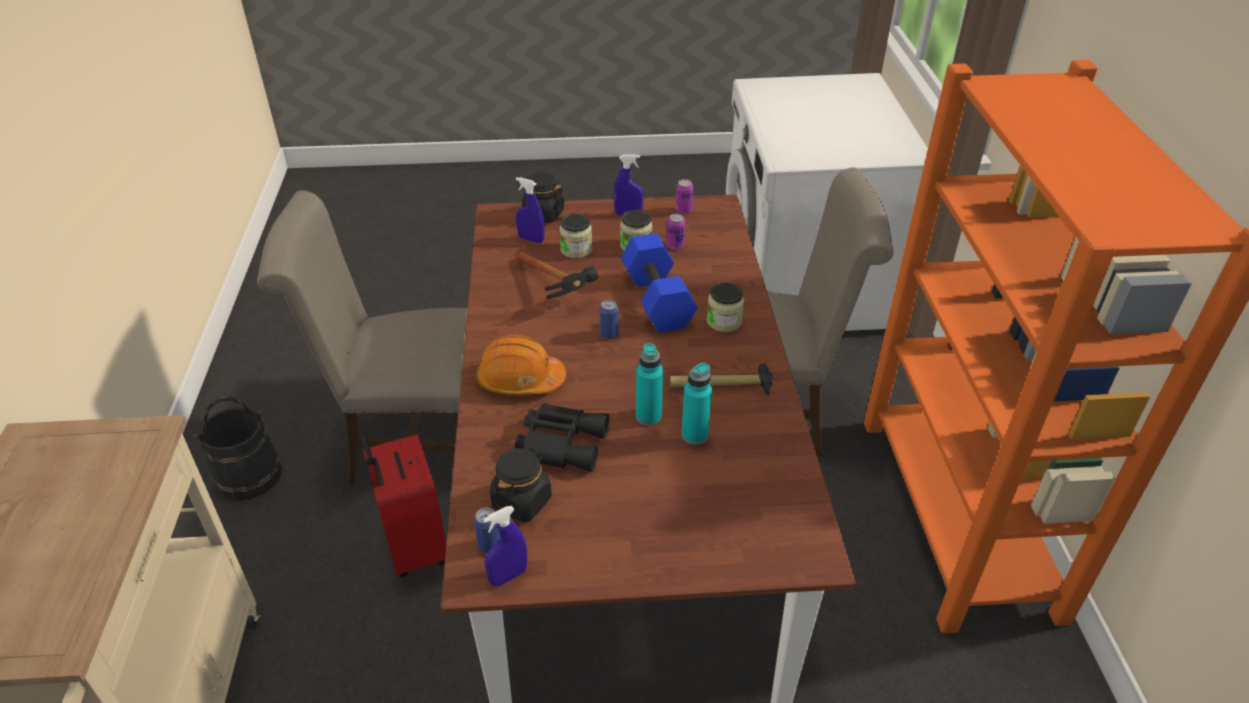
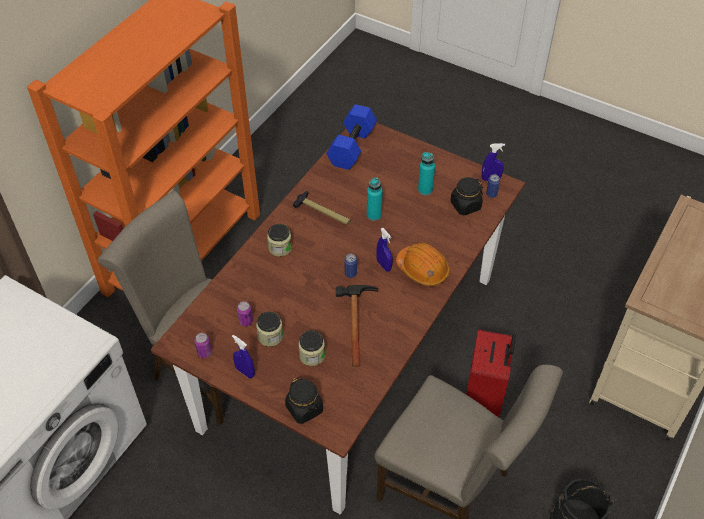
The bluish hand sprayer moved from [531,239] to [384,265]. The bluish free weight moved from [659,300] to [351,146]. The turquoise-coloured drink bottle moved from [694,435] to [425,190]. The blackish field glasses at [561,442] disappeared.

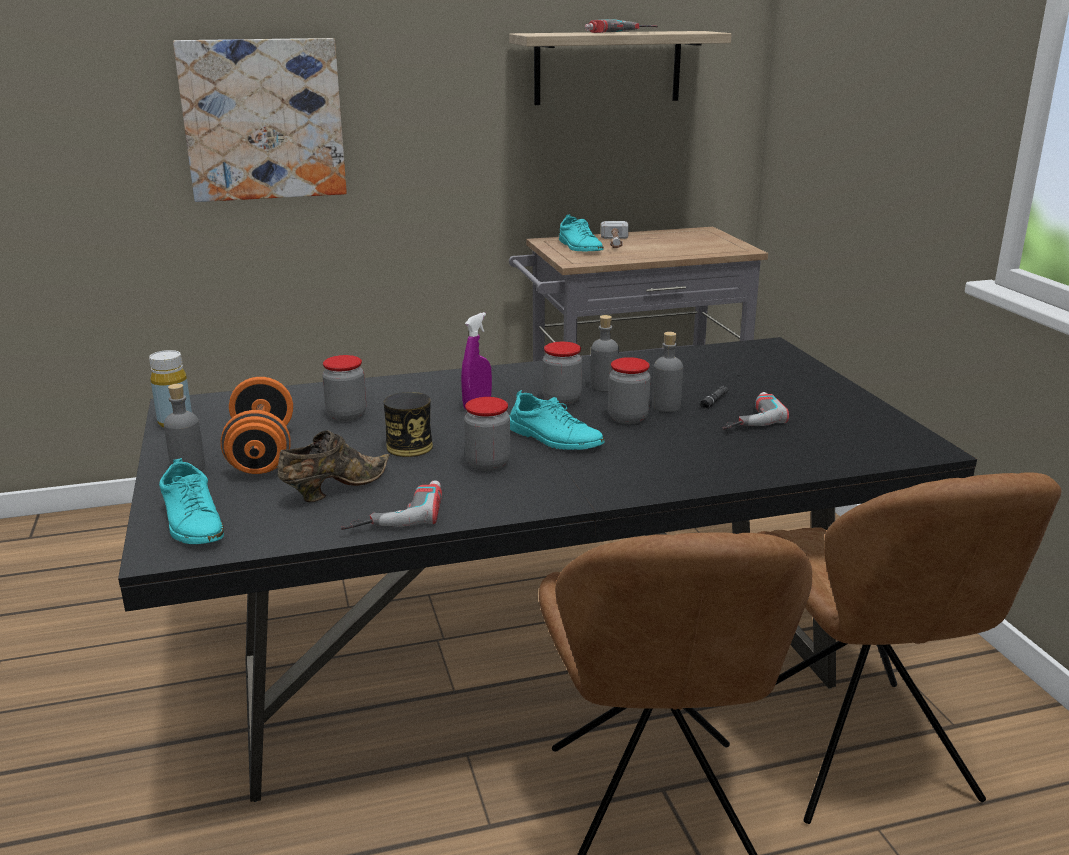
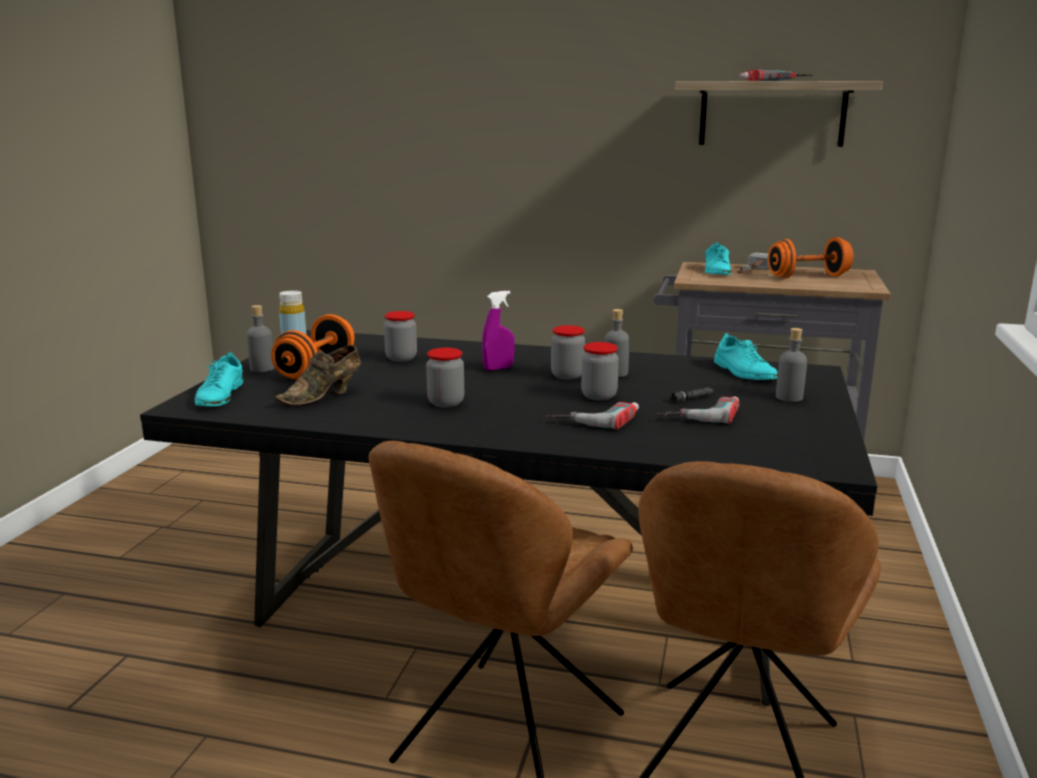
The wall picture at [263,120] disappeared. The grey drink bottle moved from [666,407] to [789,397]. The turquoise-coloured low shoe moved from [554,438] to [744,372]. The can at [409,447] disappeared. The brownish low shoe at [333,489] turned 150 degrees clockwise. The electric drill moved from [395,512] to [594,418]. The orangey free weight at [808,277] appeared.

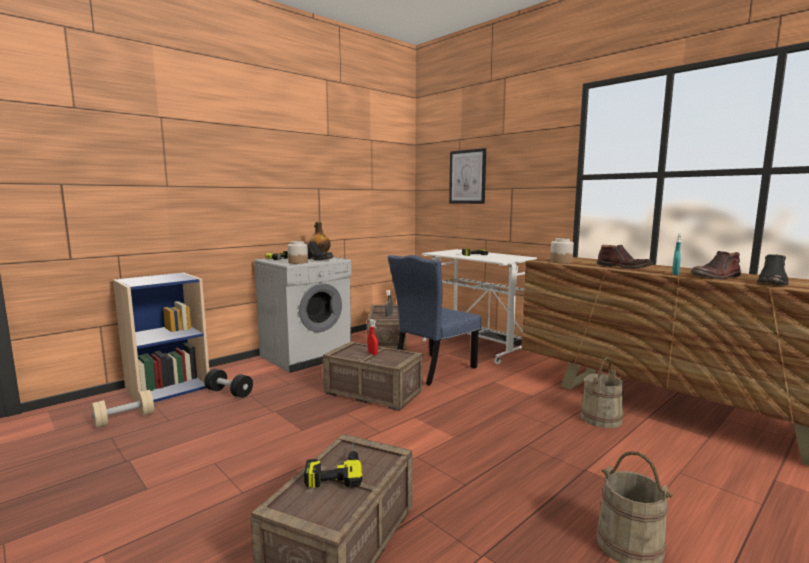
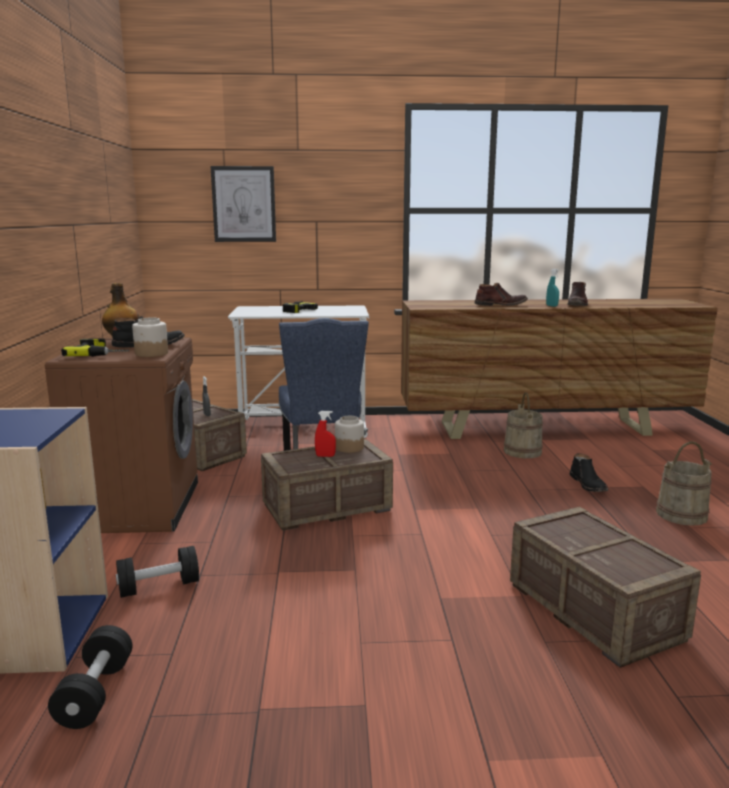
The storage jar moved from [561,262] to [349,448]. The blackish tall boot moved from [772,282] to [588,485]. The white-coloured laundry appliance at [307,356] became the brownish laundry appliance at [141,506]. The beige free weight at [124,419] became the blackish free weight at [95,693]. The electric drill at [334,469] disappeared.

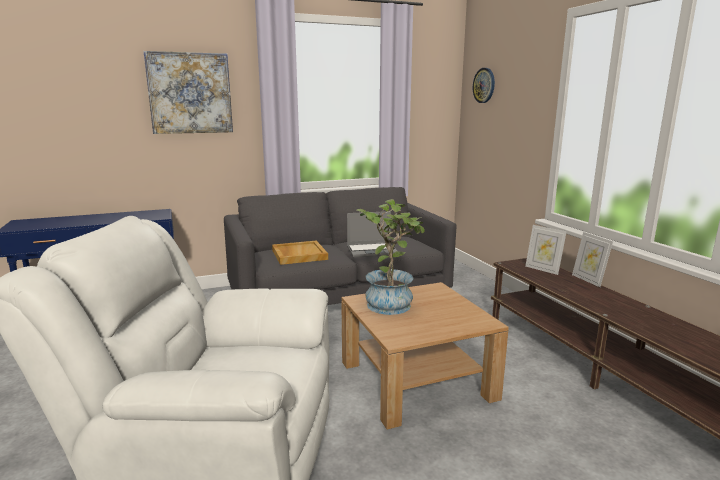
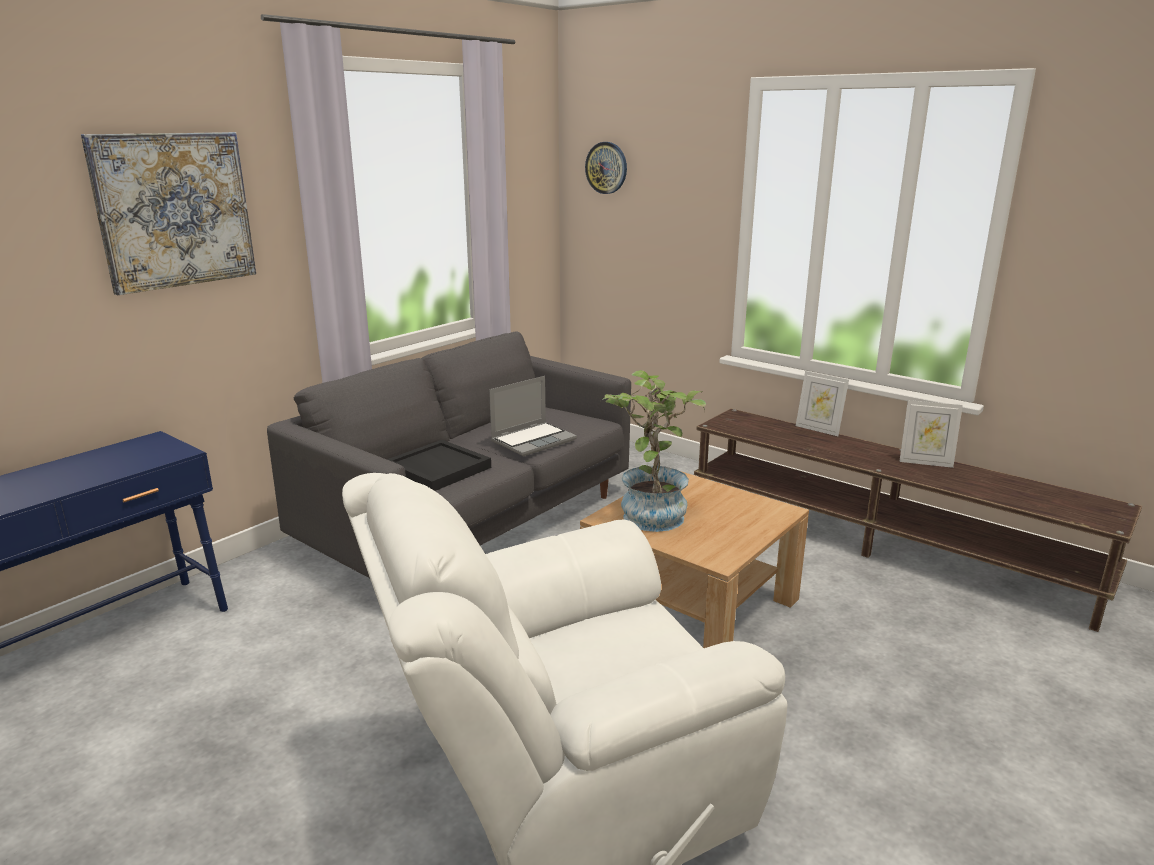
The photo frame moved from [543,269] to [925,462]. The beige serving tray at [298,255] became the blackish serving tray at [436,469].

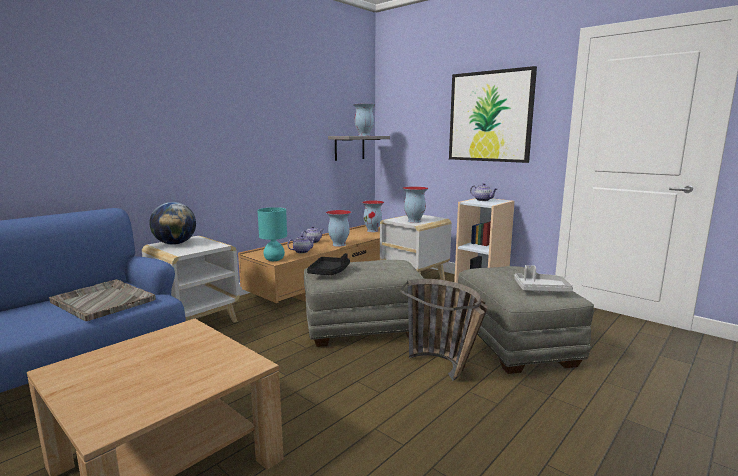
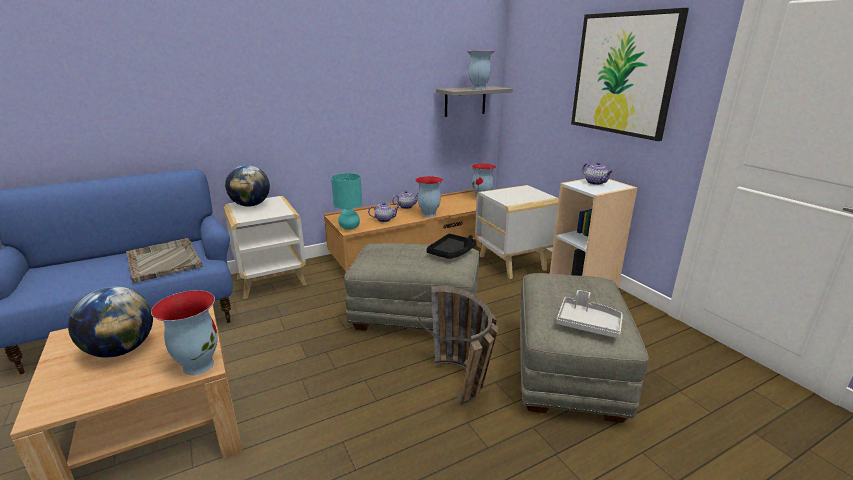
The flower vase moved from [414,221] to [198,365]. The blackish serving tray moved from [329,272] to [452,252]. The world globe at [121,350] appeared.

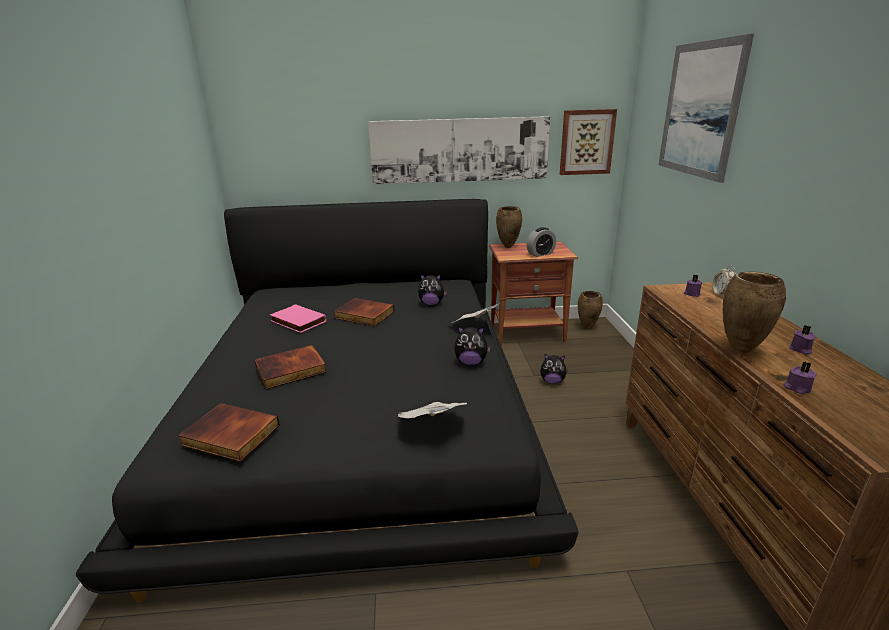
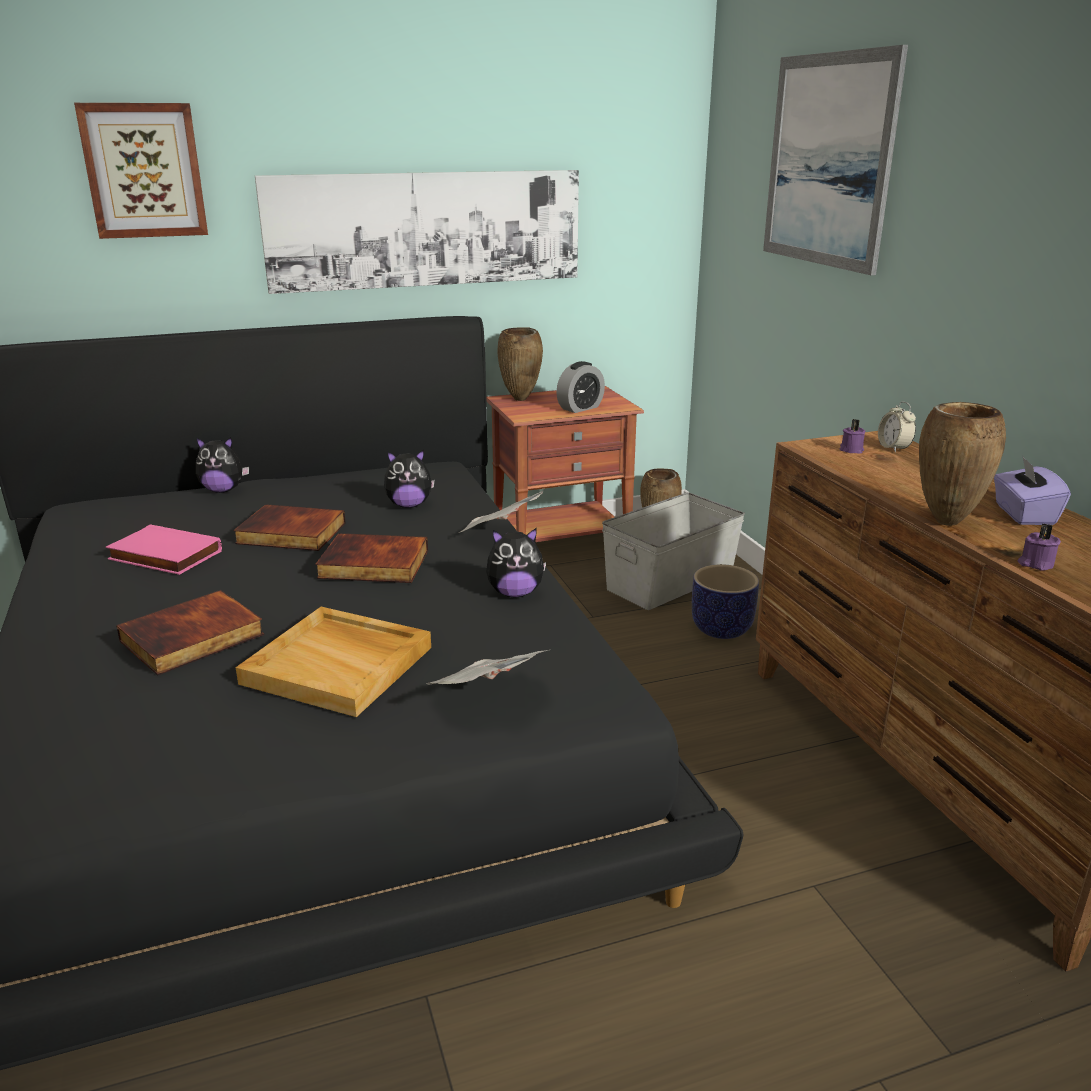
The wall picture moved from [586,142] to [144,171]. The purple-coloured wax candle at [800,350] was replaced by the purple-coloured tissue holder at [1023,514]. The soft toy moved from [552,381] to [223,490]. The book moved from [229,436] to [372,565]. The grey storage bin at [671,581] appeared. The flower pot at [722,629] appeared. The beige serving tray at [340,665] appeared.

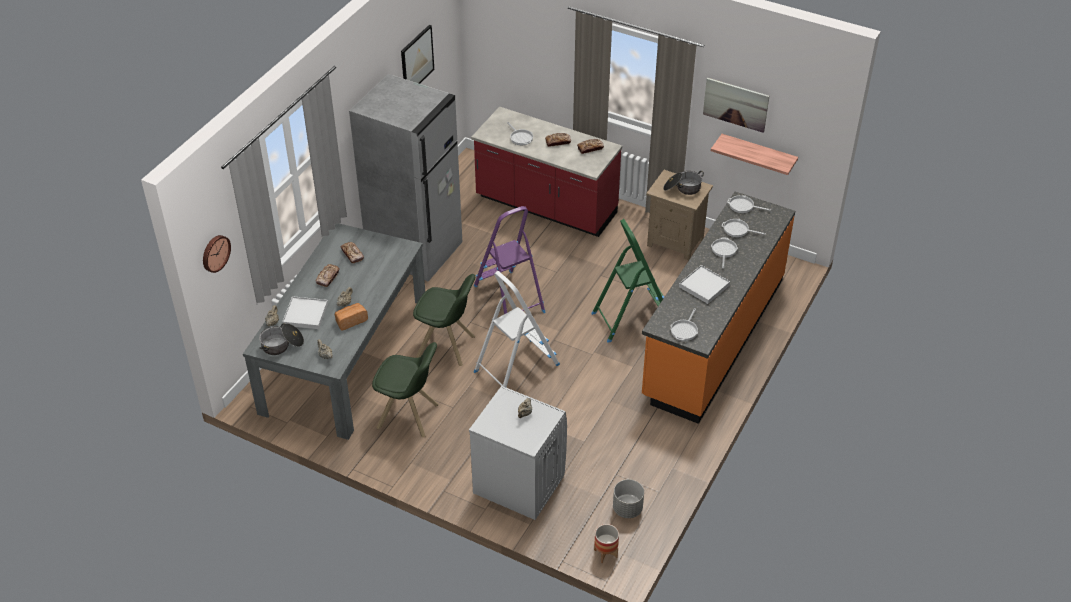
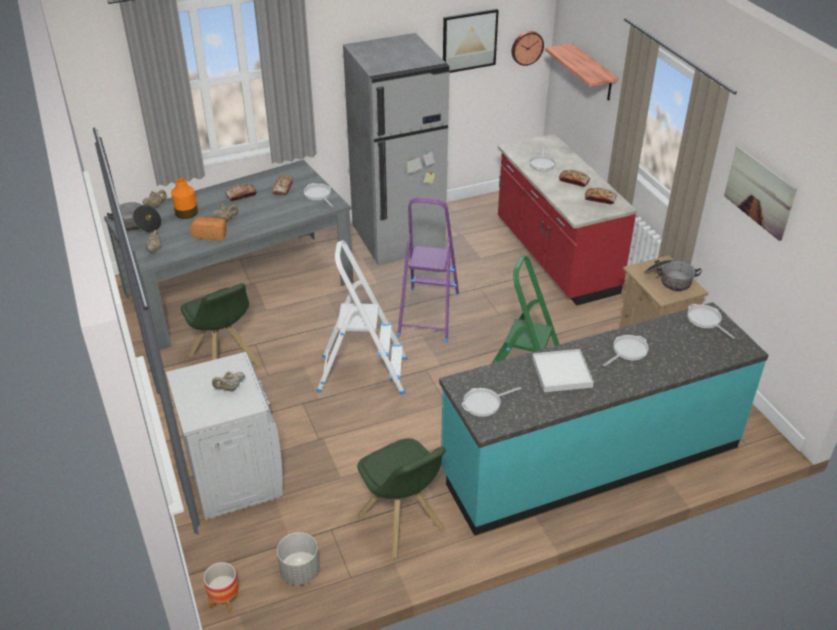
The shelf moved from [758,155] to [593,73]. The orangey kitchen counter at [713,337] became the turquoise-coloured kitchen counter at [590,459]. The frying pan moved from [737,230] to [318,195]. The wall clock moved from [215,253] to [526,47]. The greenish upright chair moved from [446,346] to [402,523]. The white-coloured serving tray at [305,314] was replaced by the orangey flower vase at [186,212].

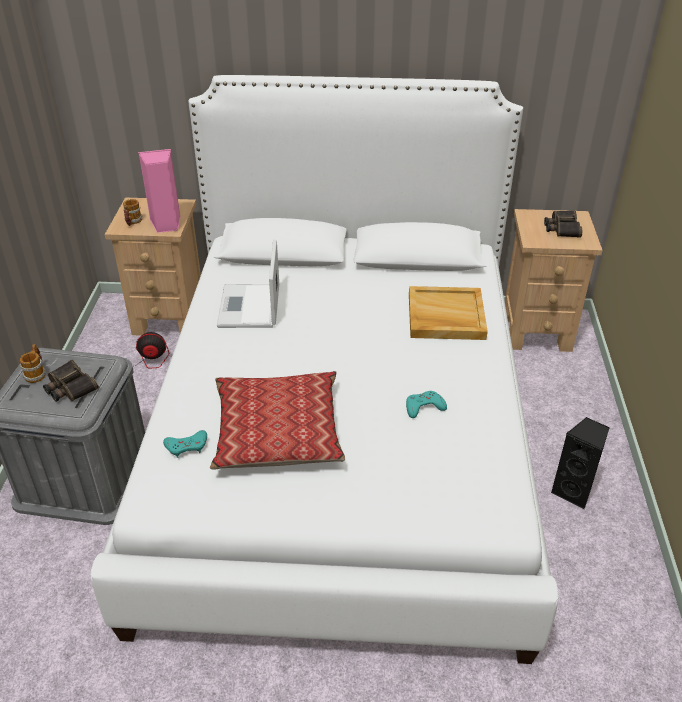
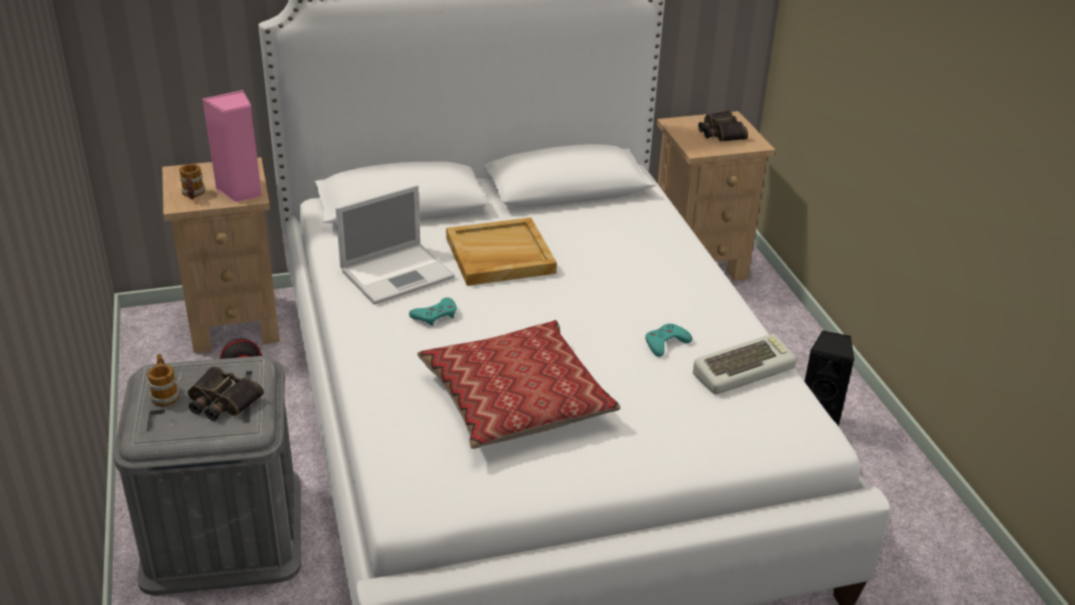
The portable computer at [249,307] turned 105 degrees counterclockwise. The beige serving tray moved from [445,316] to [499,256]. The turquoise-coloured gamepad moved from [187,446] to [435,315]. The keyboard at [743,370] appeared.

